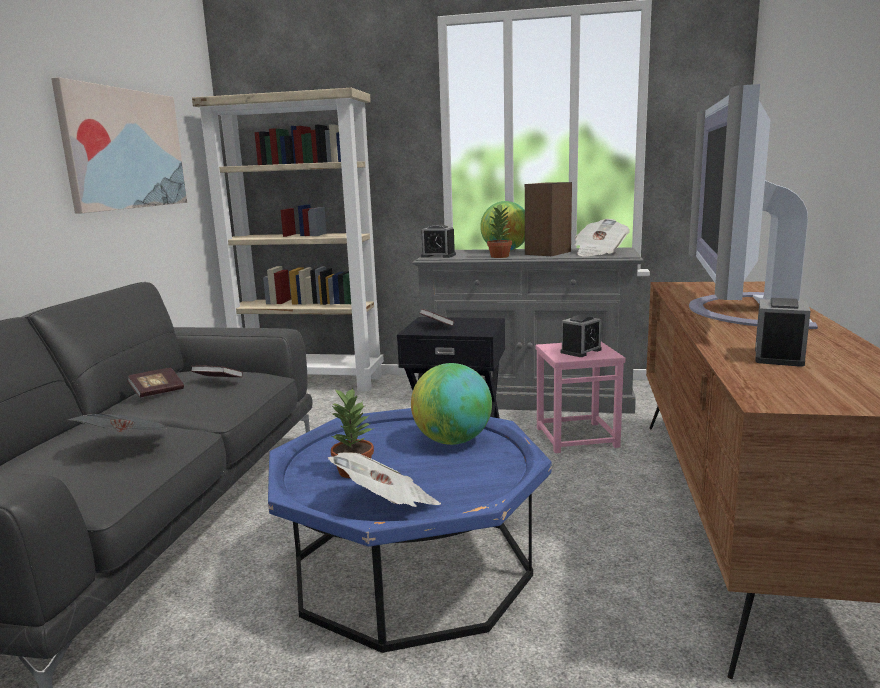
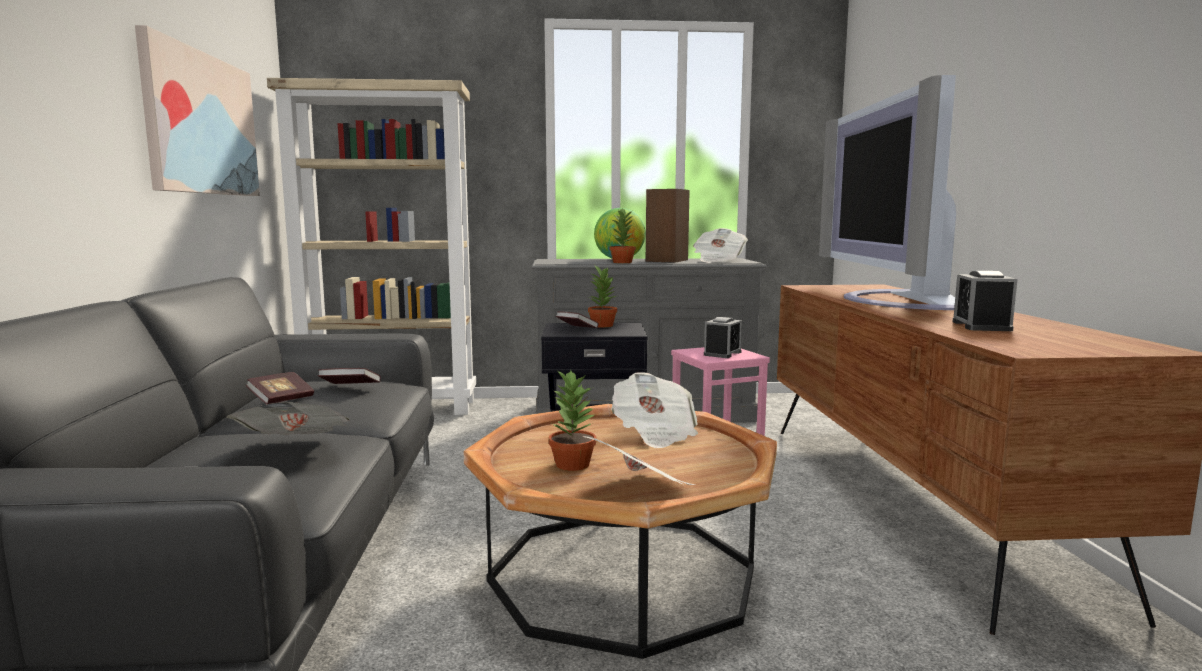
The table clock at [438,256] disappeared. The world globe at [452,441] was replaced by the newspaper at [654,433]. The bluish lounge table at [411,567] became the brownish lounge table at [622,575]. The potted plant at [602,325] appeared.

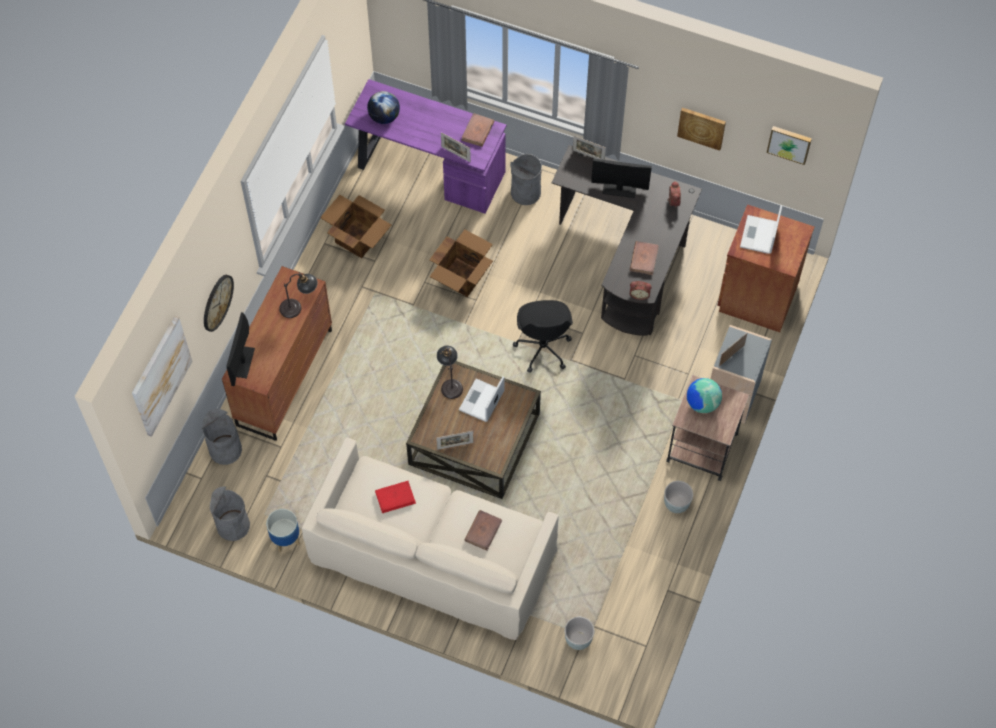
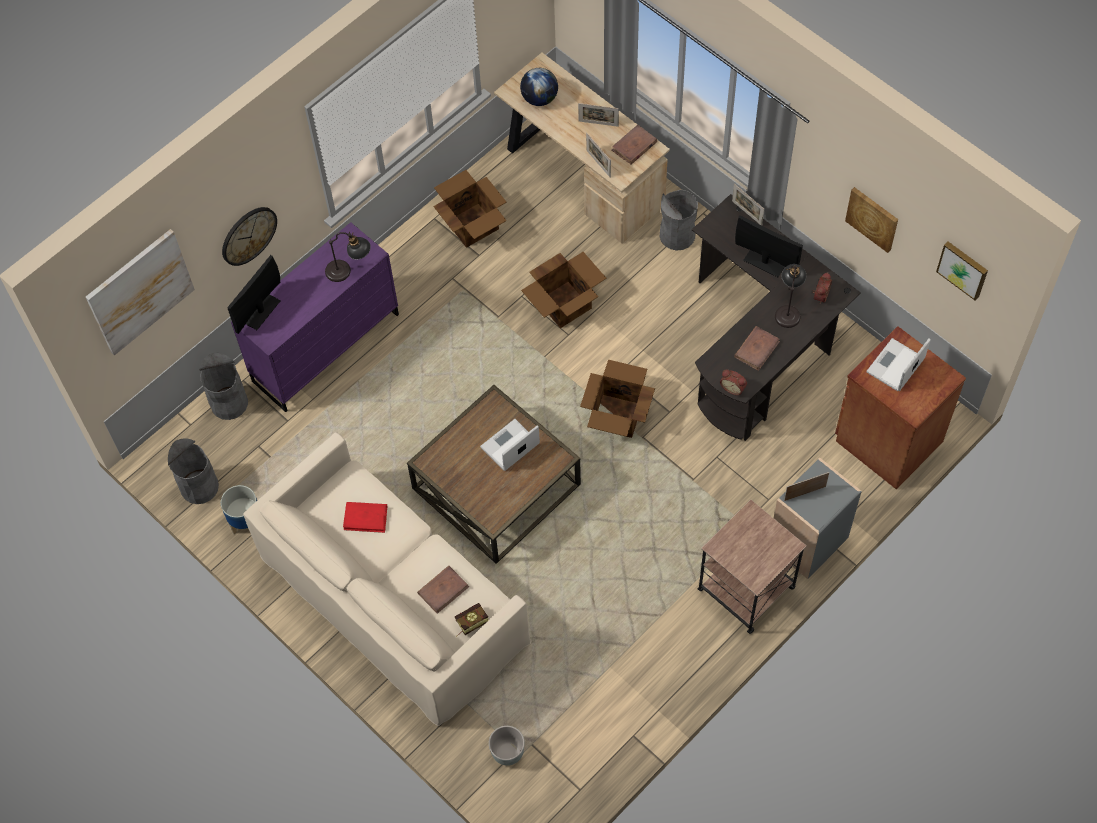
The purple-coloured desk unit at [428,169] became the beige desk unit at [582,175]. The brownish chest of drawers at [283,377] became the purple-coloured chest of drawers at [325,347]. The blackish desk chair at [543,351] was replaced by the carton at [616,416]. The grey tabletop lamp moved from [449,380] to [788,306]. The world globe at [702,403] disappeared. The photo frame moved from [455,445] to [598,123]. The grey flower pot at [676,504] disappeared. The book at [469,623] appeared.

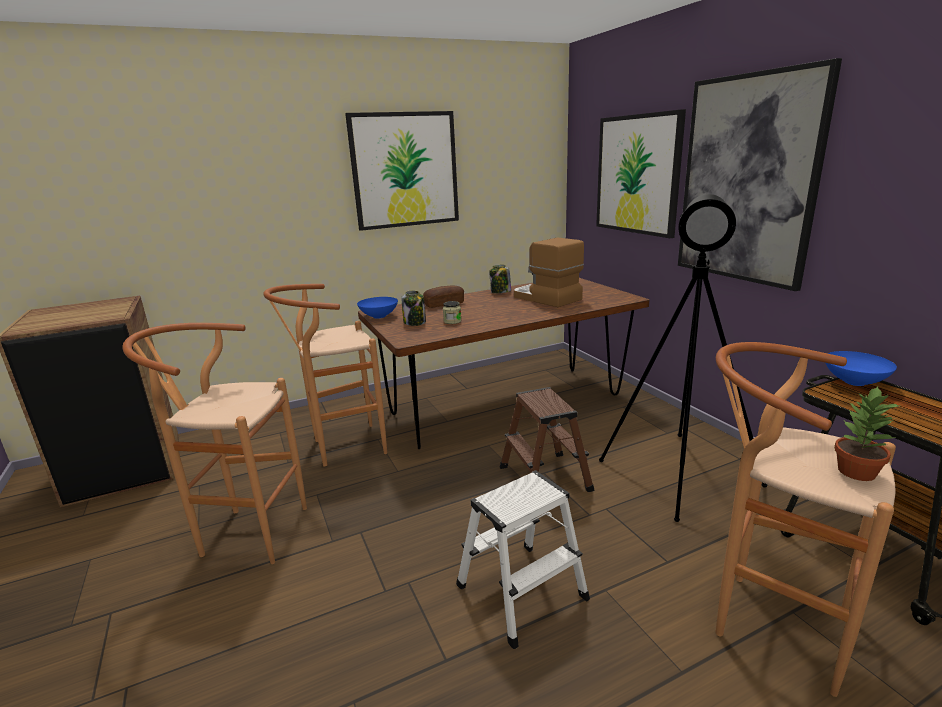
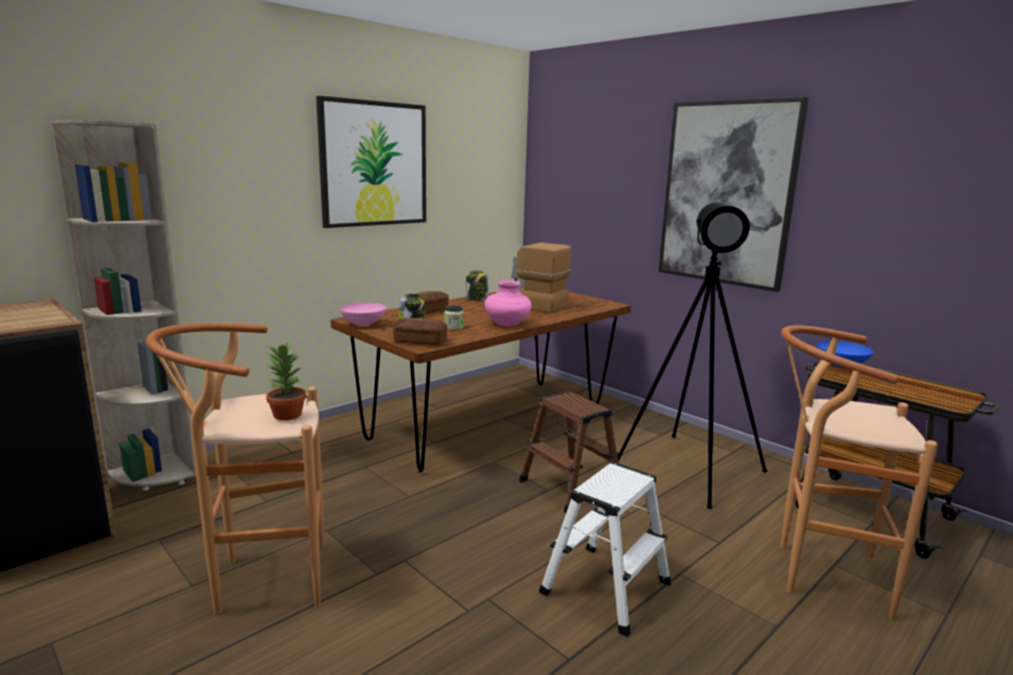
The wall picture at [637,174] disappeared. The brownish stool seat at [342,447] disappeared. The bluish serving bowl at [379,316] became the pink-coloured serving bowl at [363,324]. The potted plant moved from [855,472] to [286,415]. The beige bookshelf at [155,480] appeared. The pink-coloured flower vase at [507,324] appeared. The bakery bread at [420,342] appeared.

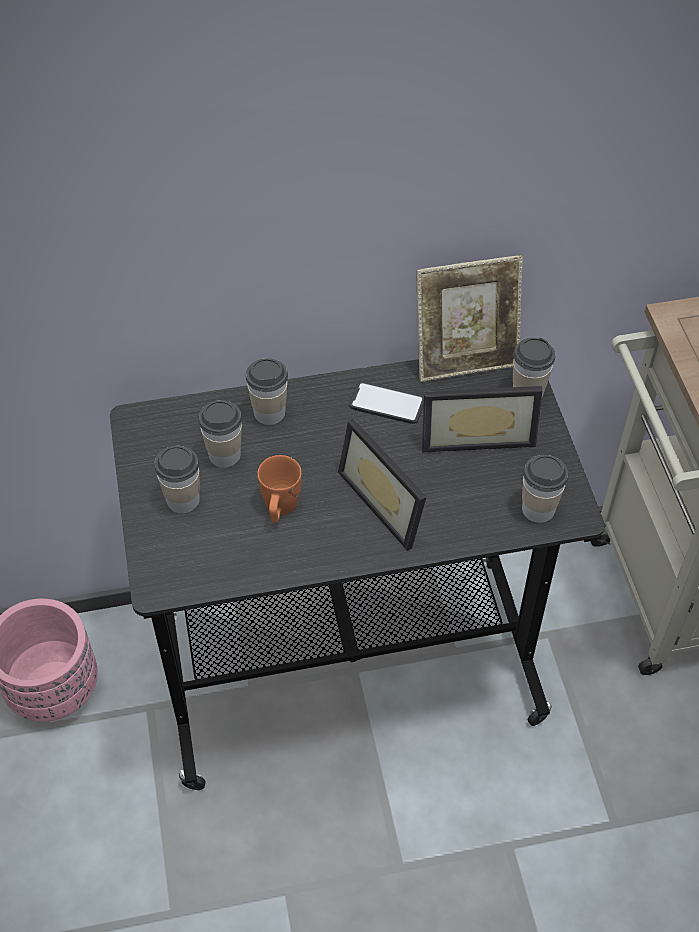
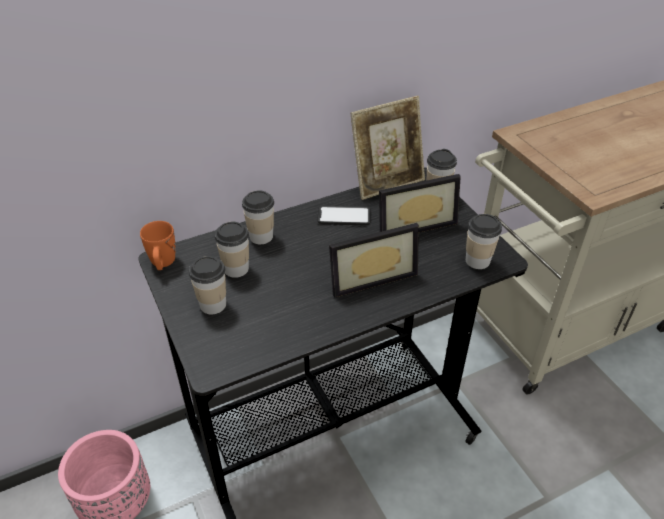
The photo frame at [389,500] turned 60 degrees counterclockwise. The orangey mug moved from [280,508] to [162,263].

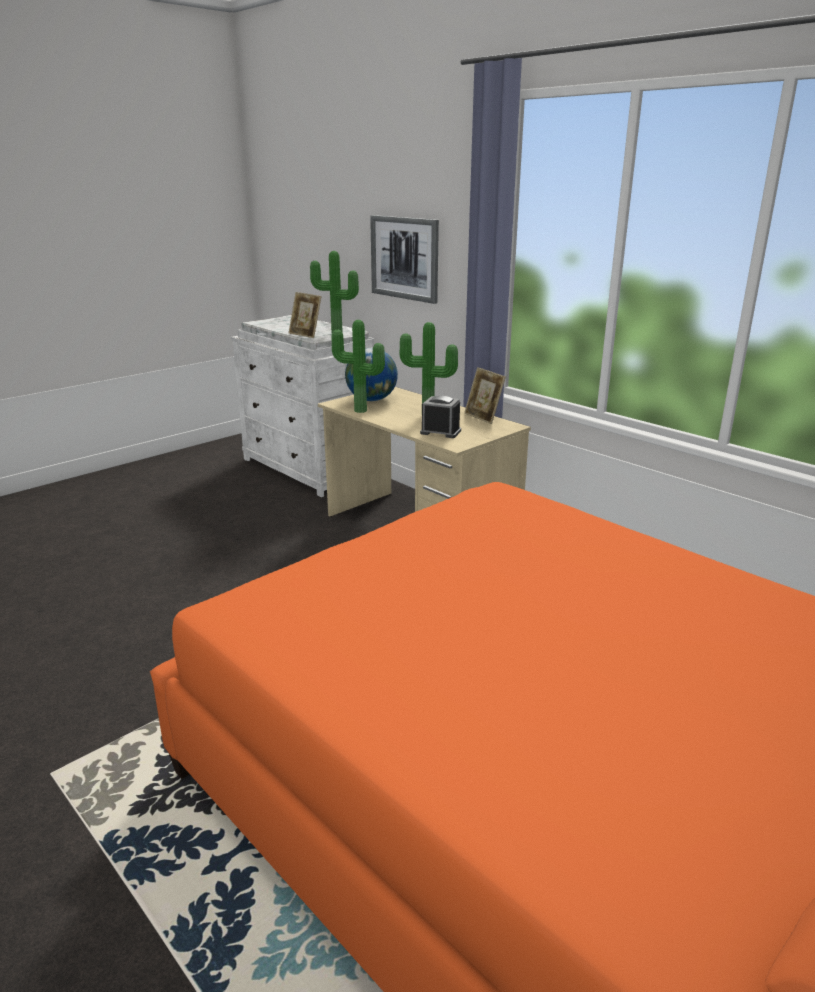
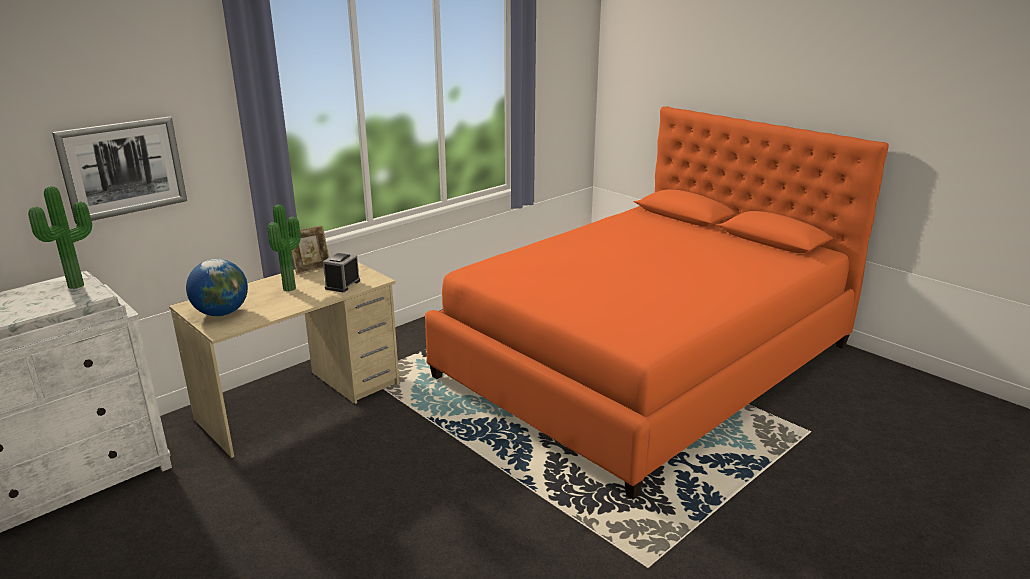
The photo frame at [305,335] disappeared. The potted plant at [359,411] disappeared.

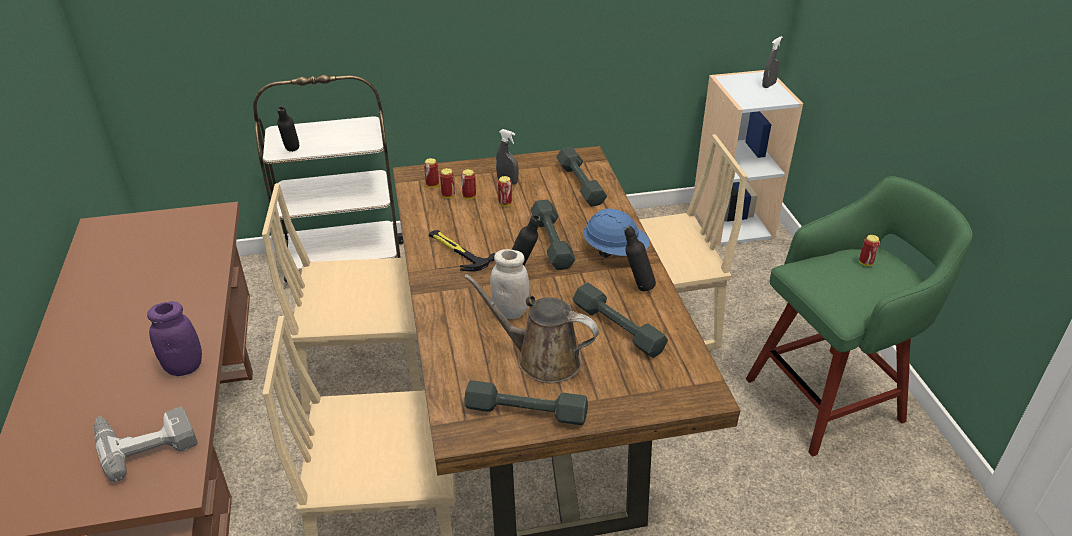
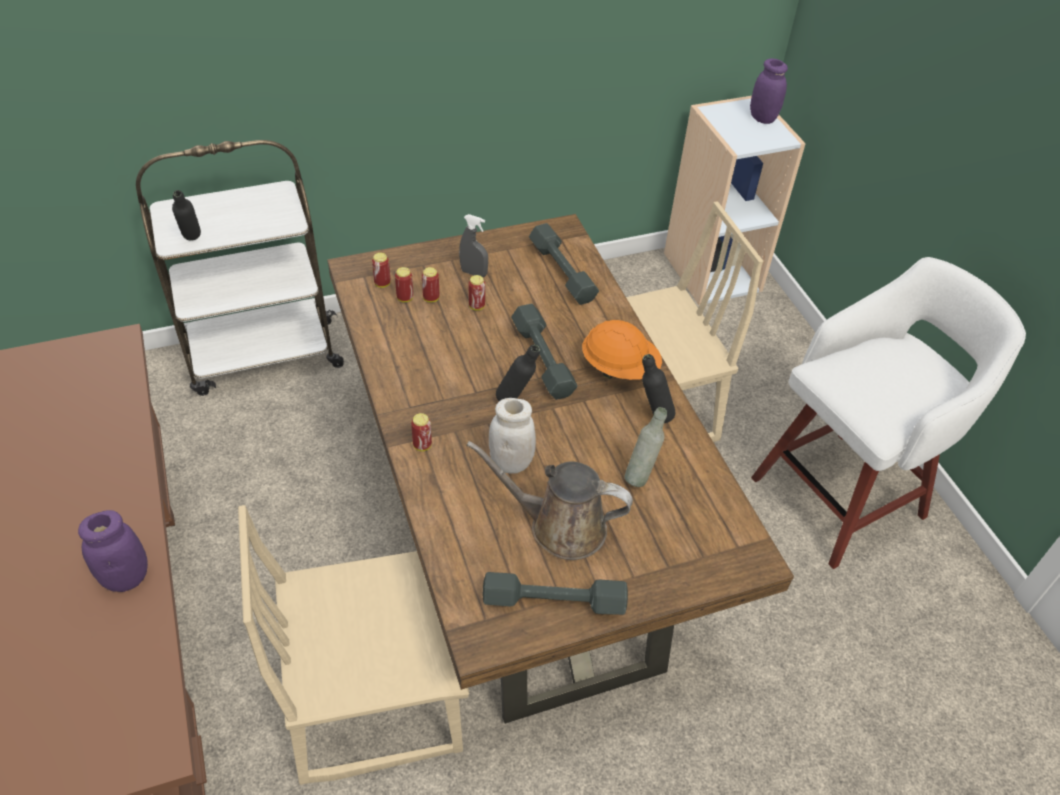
The grey hand sprayer at [768,85] was replaced by the purple-coloured storage jar at [762,118]. The greenish stool seat at [828,398] became the white-coloured stool seat at [843,495]. The beige upright chair at [366,371] disappeared. The bluish hard hat at [615,252] became the orangey hard hat at [619,368]. The hammer at [457,252] disappeared. The can moved from [865,263] to [422,445]. The grey free weight at [618,327] was replaced by the grey drink bottle at [640,475]. The electric drill at [145,440] disappeared.

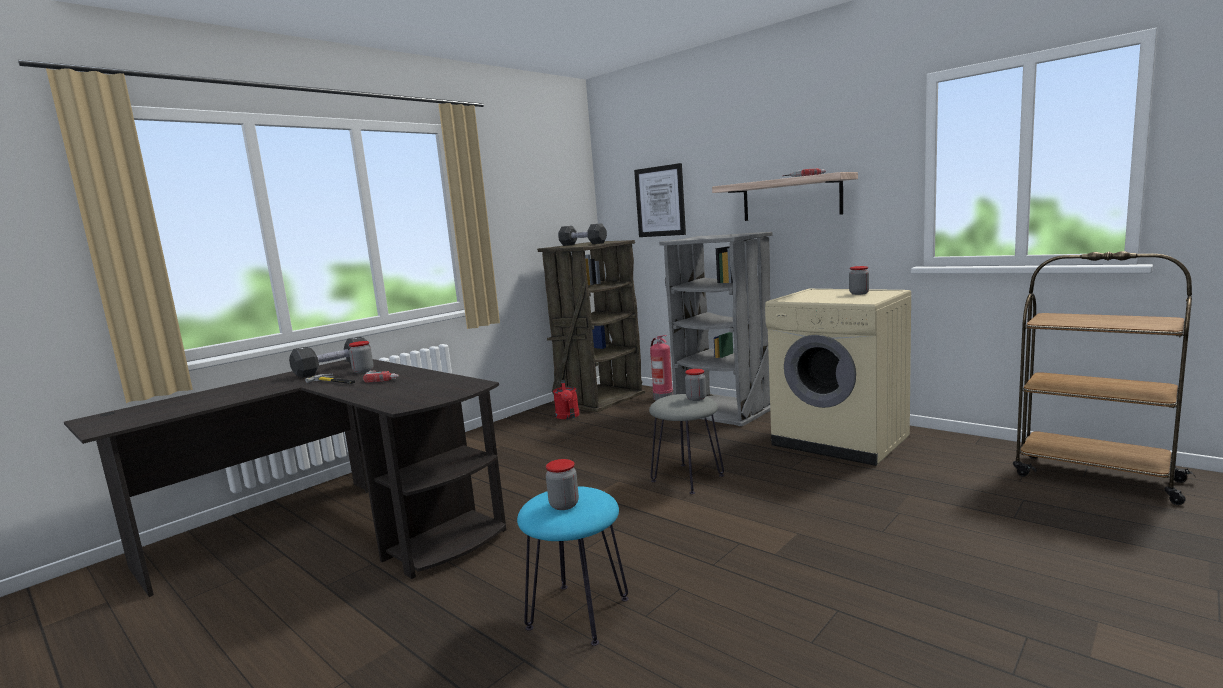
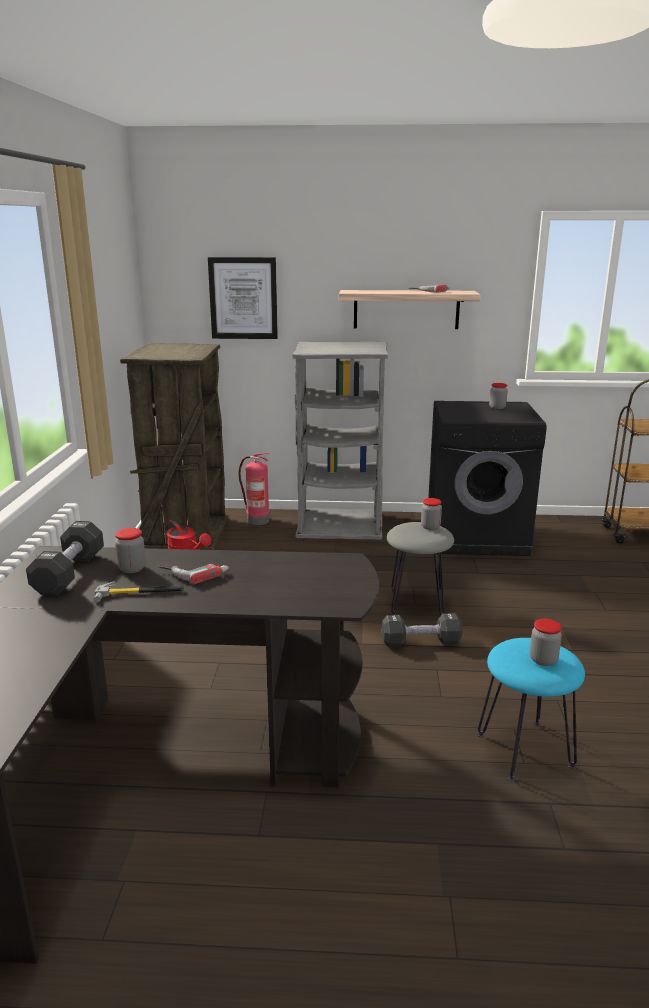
The blackish free weight moved from [583,244] to [420,642]. The beige laundry appliance at [839,441] became the blackish laundry appliance at [477,539].

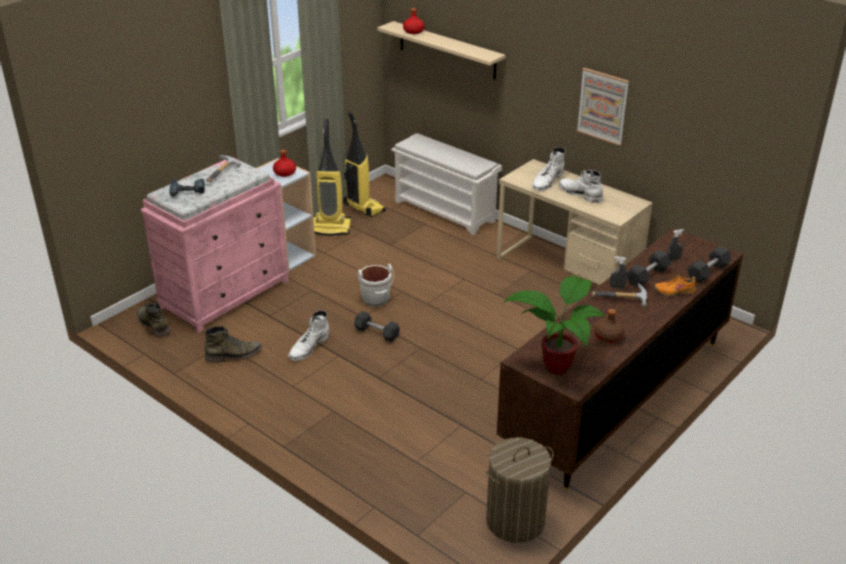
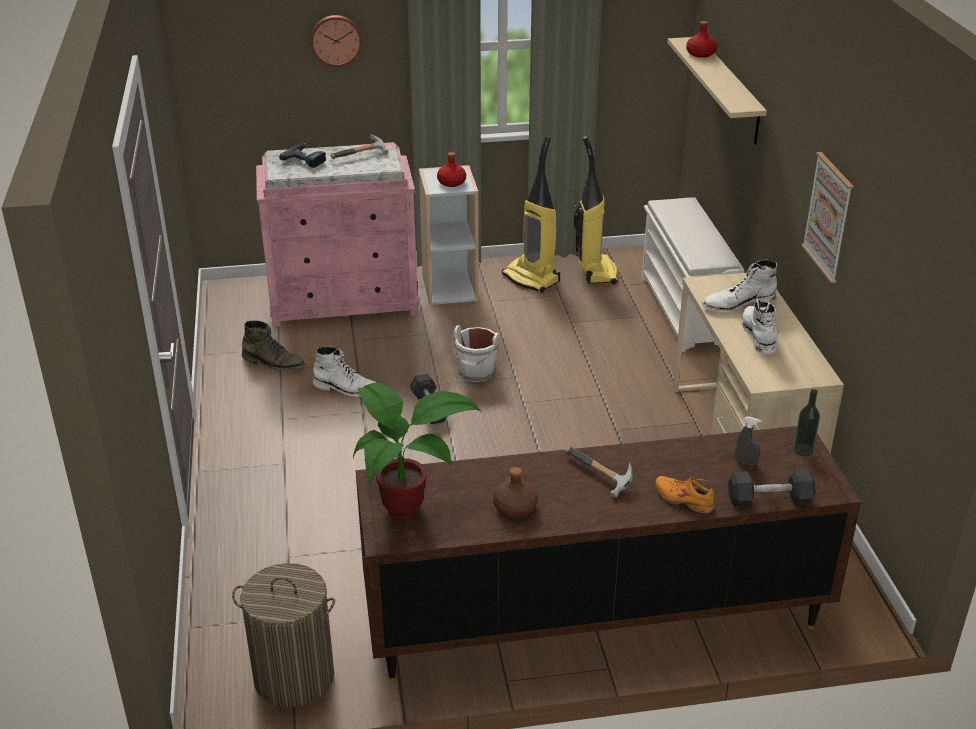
The grey free weight at [647,276] disappeared. The grey hand sprayer at [617,287] disappeared. The greenish tall boot at [153,324] disappeared. The white-coloured tall boot at [308,347] turned 150 degrees counterclockwise. The wall clock at [336,40] appeared. The drink bottle at [803,450] appeared.

